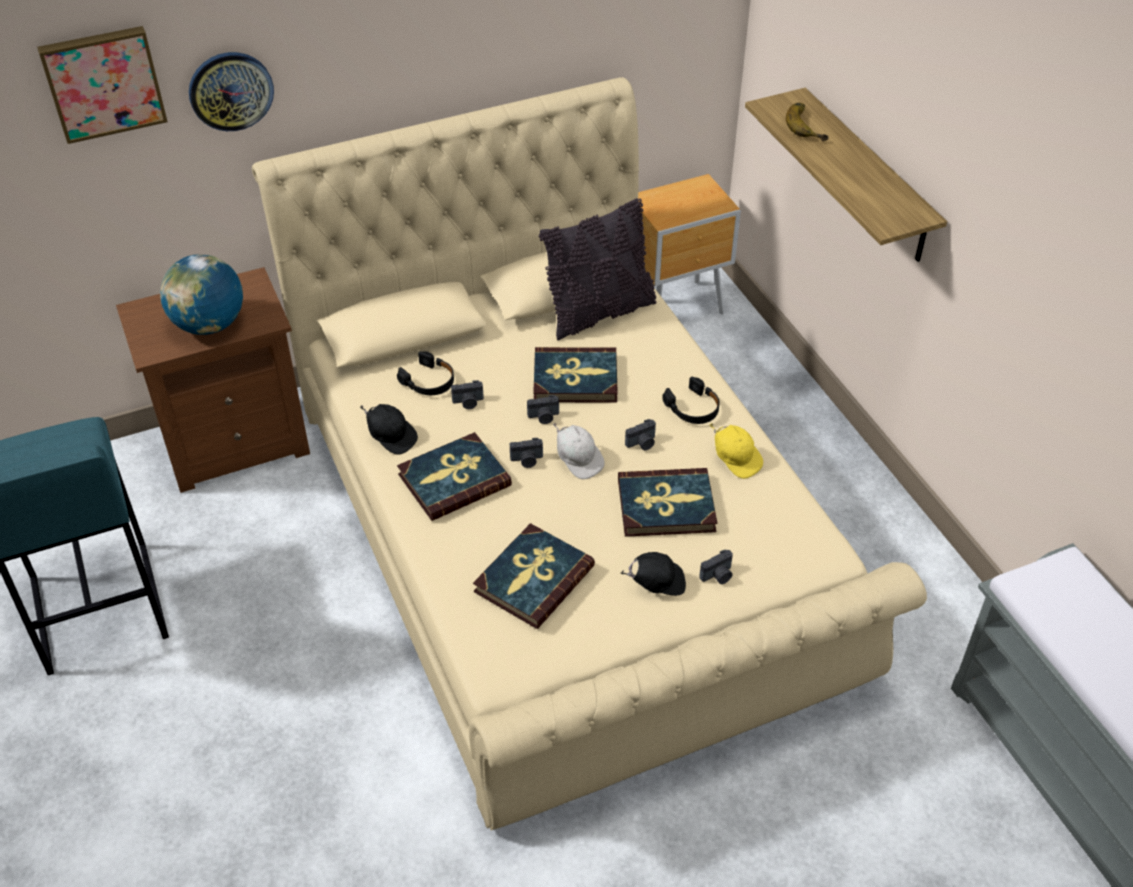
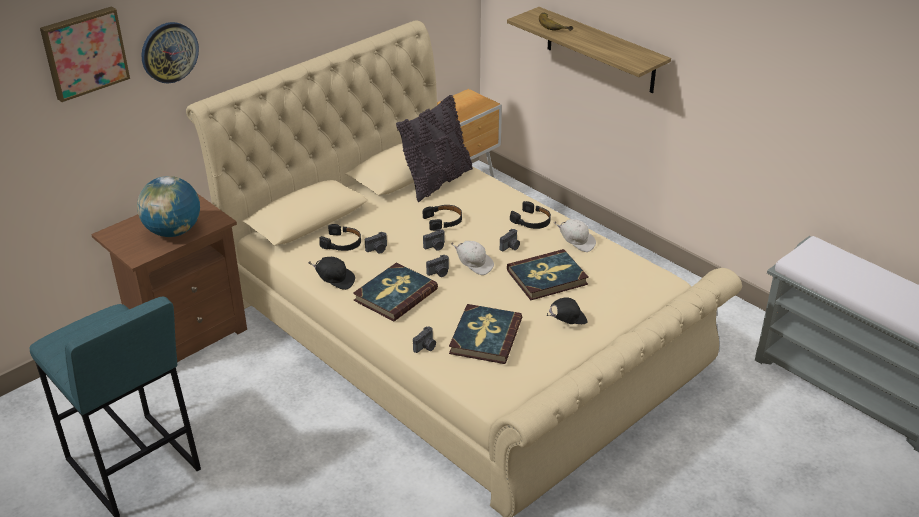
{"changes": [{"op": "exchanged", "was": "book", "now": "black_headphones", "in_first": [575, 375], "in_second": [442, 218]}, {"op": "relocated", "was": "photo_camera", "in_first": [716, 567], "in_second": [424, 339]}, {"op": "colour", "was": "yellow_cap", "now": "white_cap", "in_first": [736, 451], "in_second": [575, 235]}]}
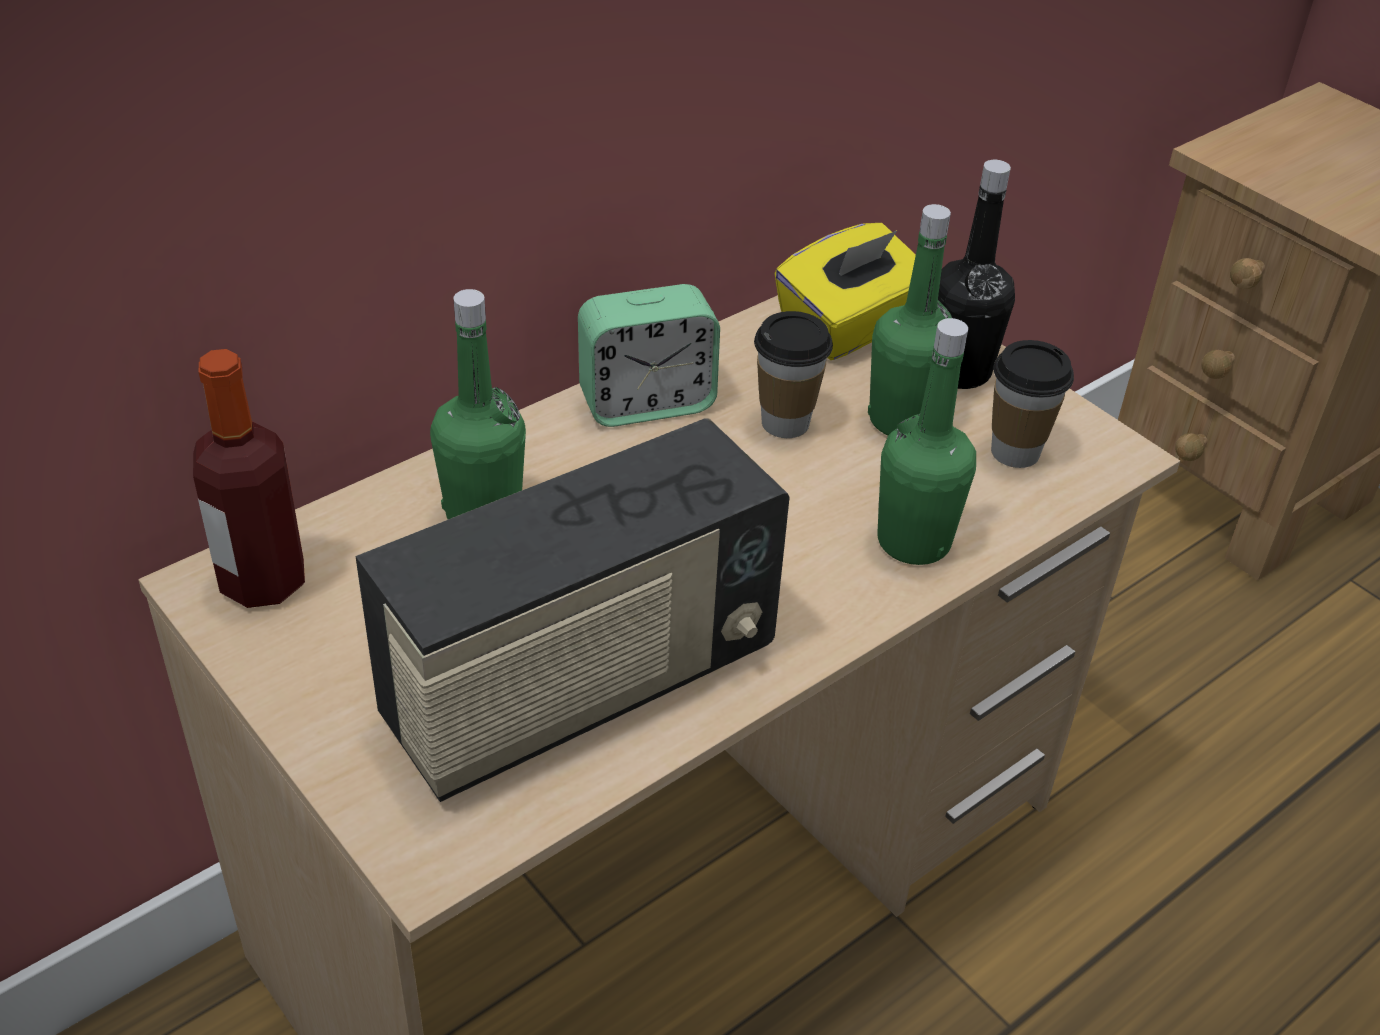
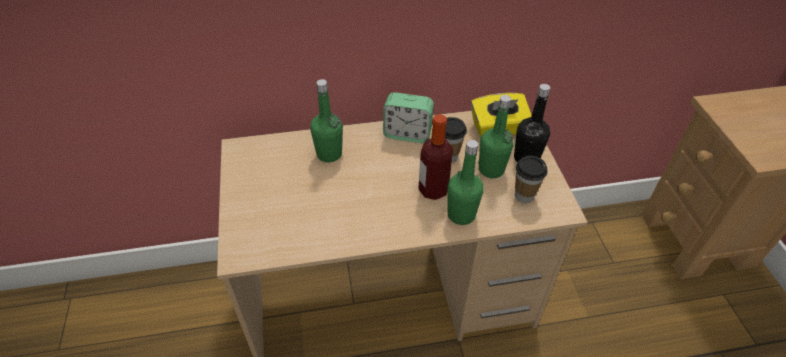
{"changes": [{"op": "relocated", "was": "bottle", "in_first": [249, 478], "in_second": [435, 157]}, {"op": "missing", "was": "radio", "in_first": [572, 610]}]}
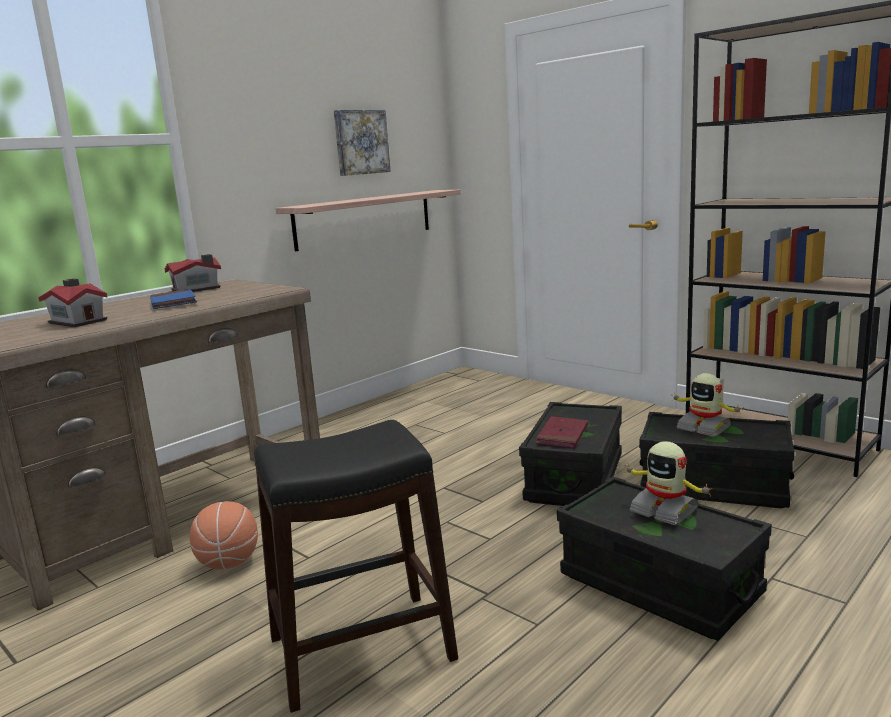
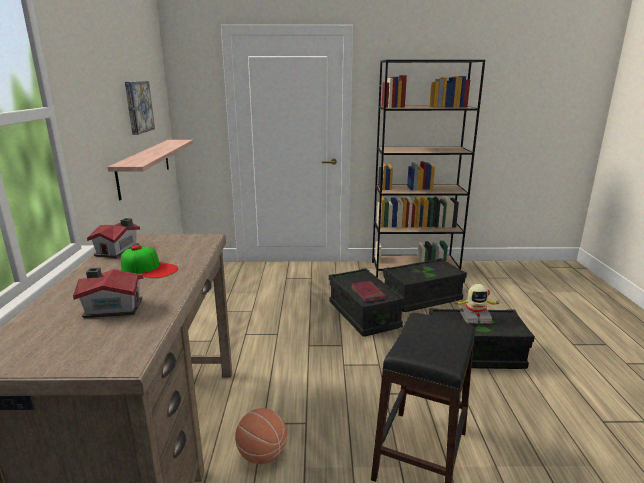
{"changes": [{"op": "exchanged", "was": "blue_book", "now": "cap", "in_first": [173, 299], "in_second": [149, 261]}, {"op": "missing", "was": "toy_robot", "in_first": [707, 404]}]}
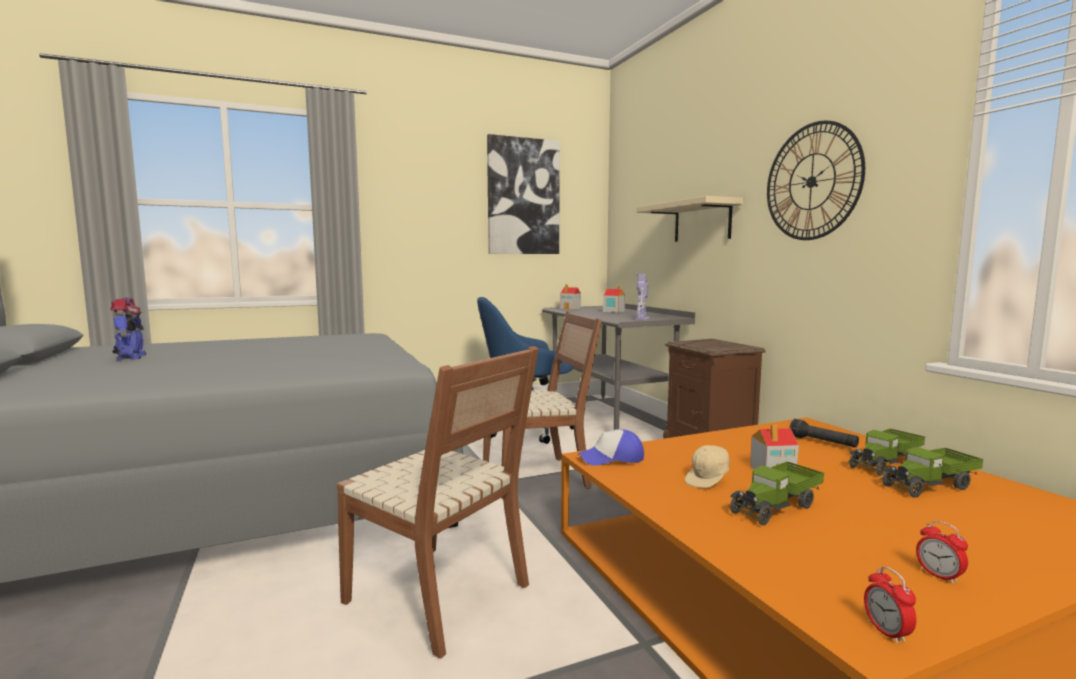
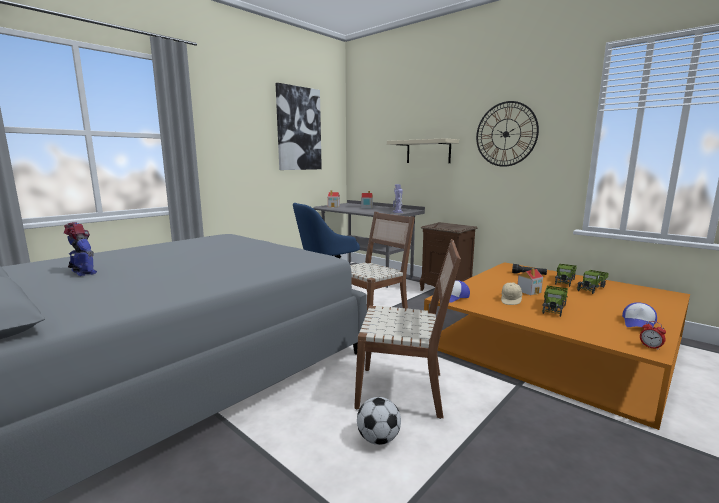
{"changes": [{"op": "exchanged", "was": "alarm_clock", "now": "cap", "in_first": [942, 552], "in_second": [639, 315]}, {"op": "appeared", "now": "football", "in_second": [379, 421]}]}
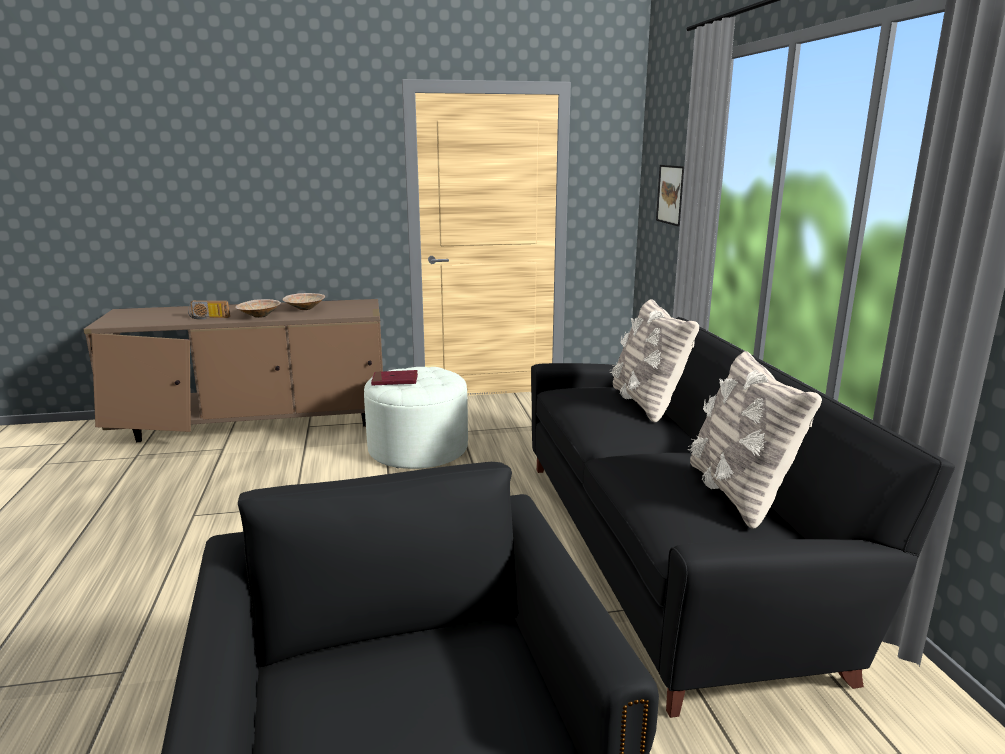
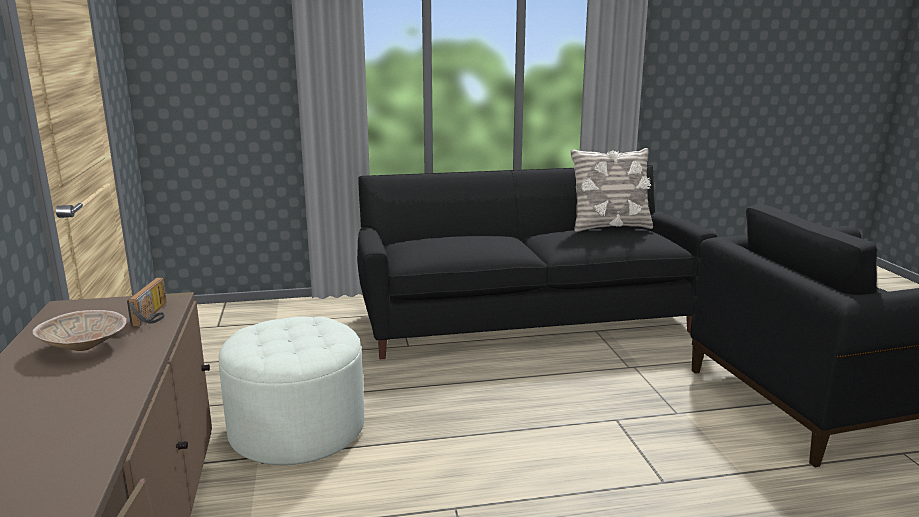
{"changes": [{"op": "relocated", "was": "radio", "in_first": [209, 310], "in_second": [147, 302]}, {"op": "missing", "was": "beige_bowl", "in_first": [258, 308]}, {"op": "missing", "was": "red_book", "in_first": [394, 378]}, {"op": "missing", "was": "beige_pillow", "in_first": [654, 360]}, {"op": "missing", "was": "picture", "in_first": [670, 196]}]}
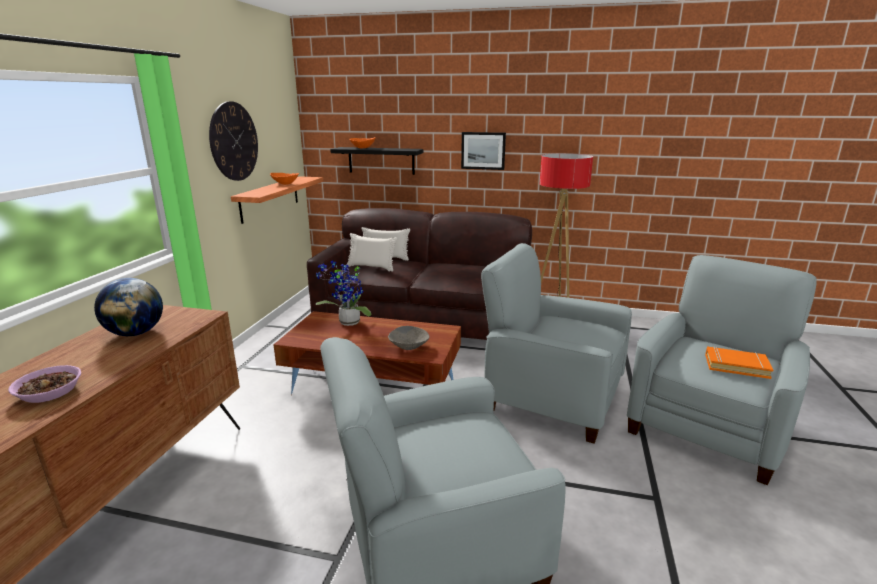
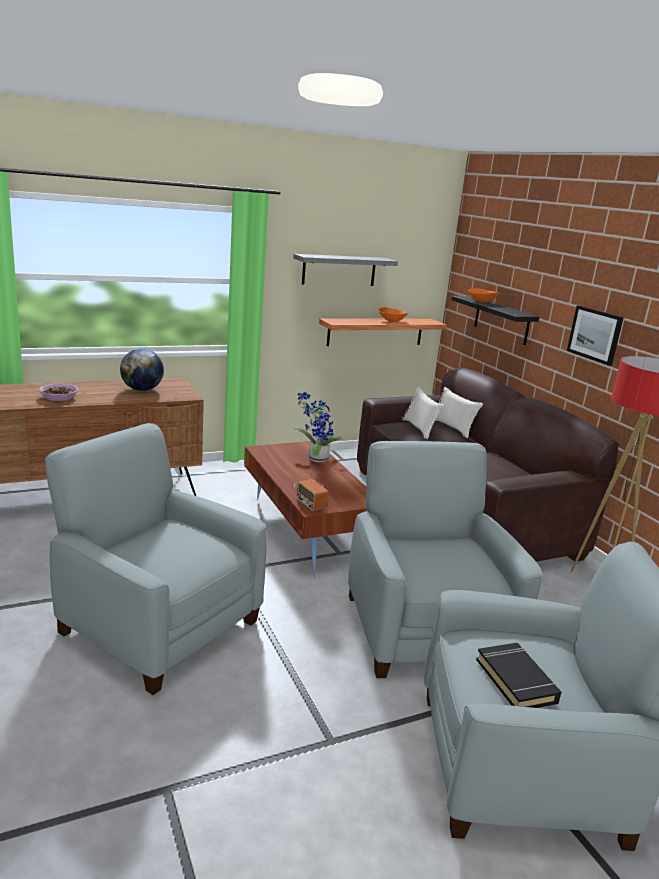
{"changes": [{"op": "exchanged", "was": "wall_clock", "now": "grey_shelf", "in_first": [233, 141], "in_second": [345, 270]}, {"op": "exchanged", "was": "grey_bowl", "now": "radio", "in_first": [409, 338], "in_second": [311, 495]}, {"op": "colour", "was": "orange_book", "now": "black_book", "in_first": [739, 362], "in_second": [518, 675]}]}
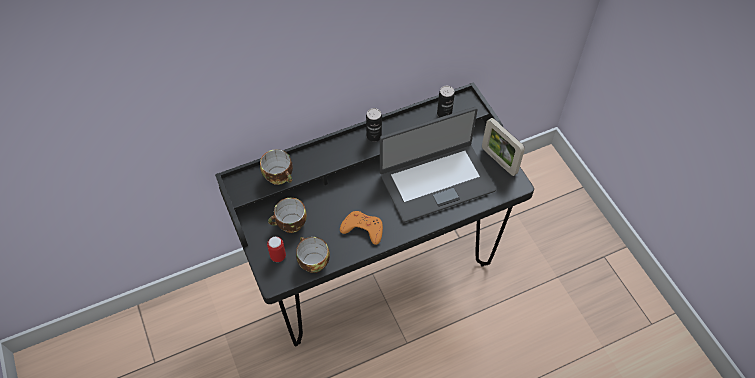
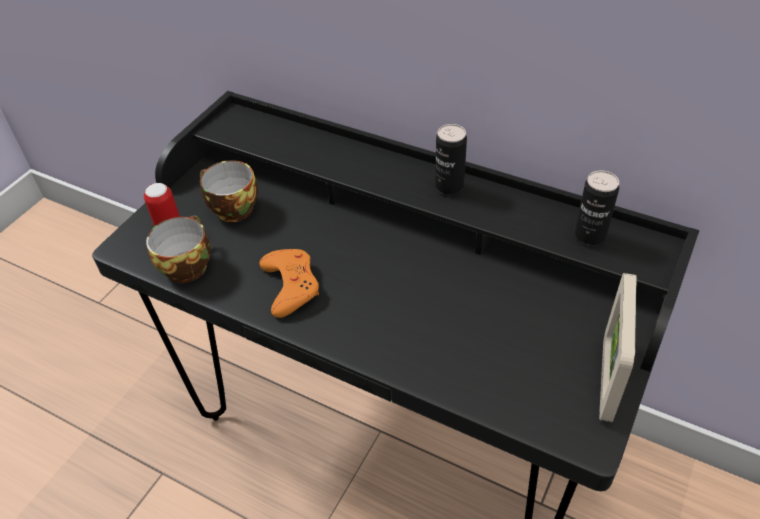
{"changes": [{"op": "missing", "was": "cup", "in_first": [276, 167]}, {"op": "missing", "was": "laptop", "in_first": [438, 165]}]}
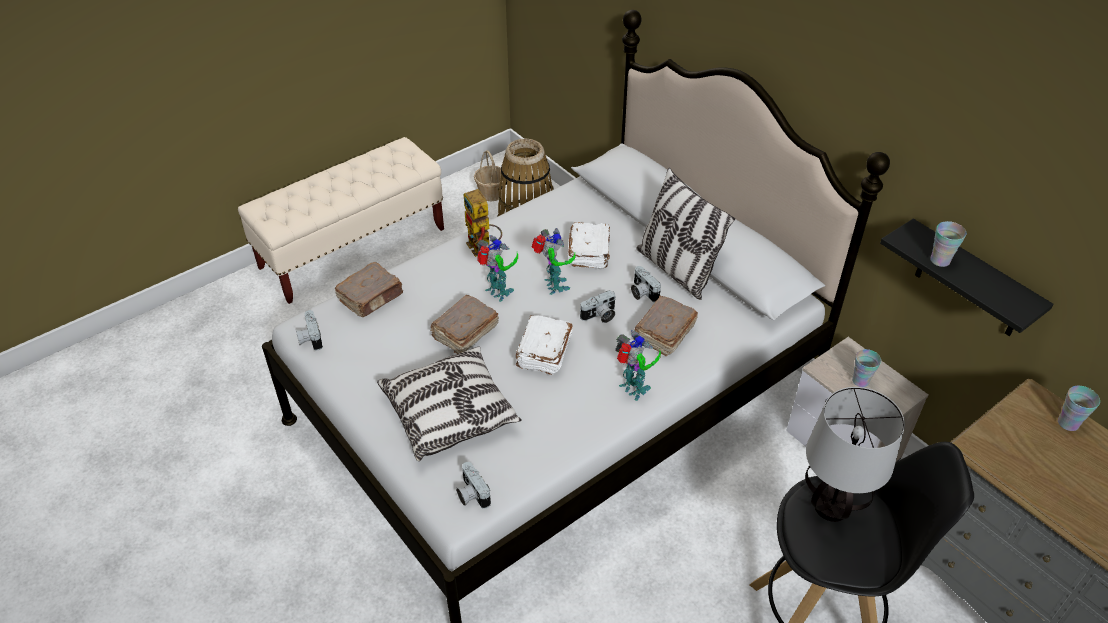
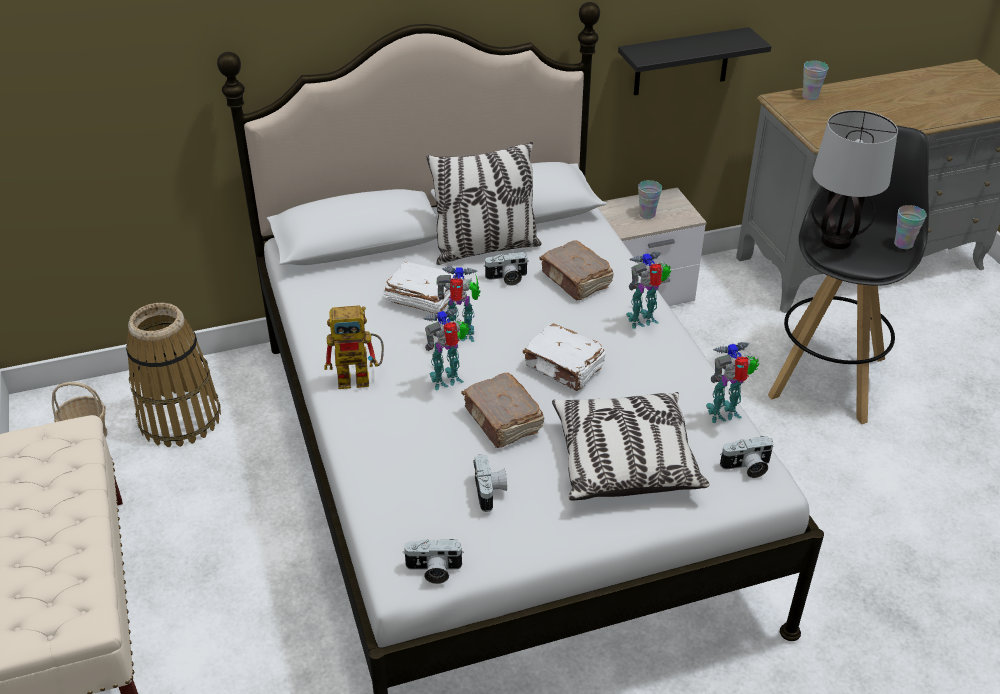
{"changes": [{"op": "missing", "was": "brown_book", "in_first": [369, 289]}, {"op": "relocated", "was": "photo_camera", "in_first": [597, 306], "in_second": [490, 483]}, {"op": "relocated", "was": "cup", "in_first": [948, 244], "in_second": [910, 227]}, {"op": "appeared", "now": "toy_robot", "in_second": [733, 382]}]}
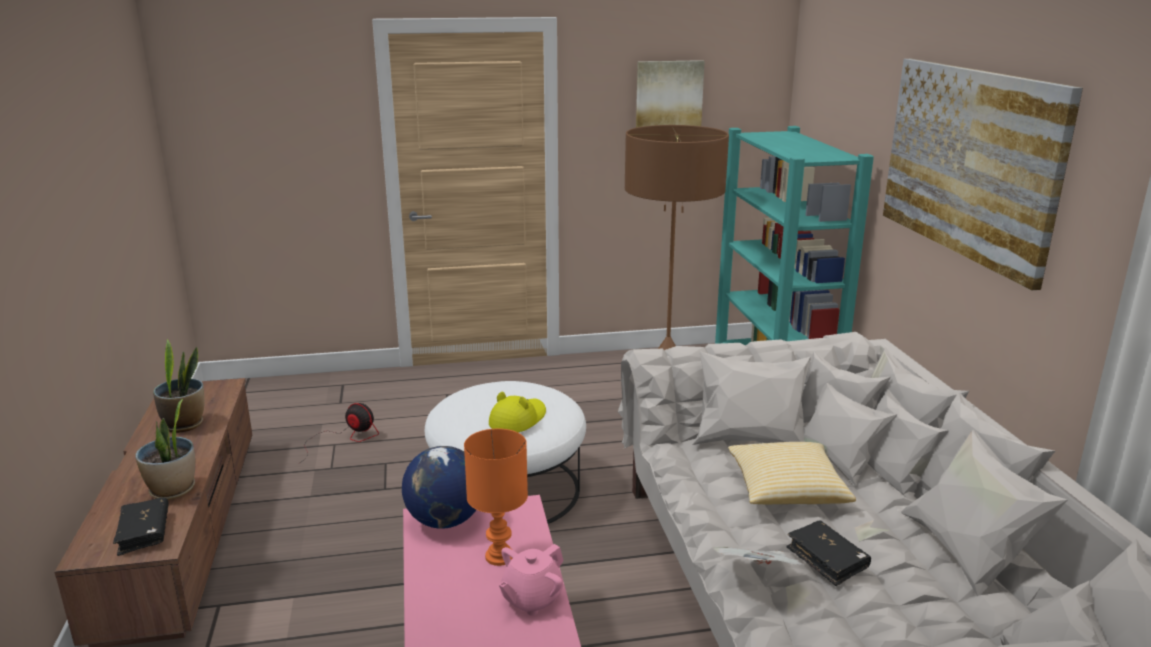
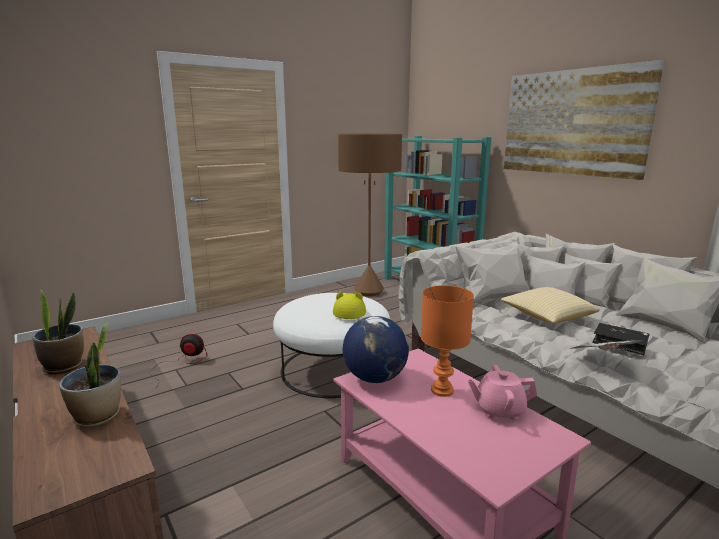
{"changes": [{"op": "missing", "was": "black_book", "in_first": [141, 527]}, {"op": "spun", "was": "pink_teapot", "in_first": [531, 580], "in_second": [502, 392], "clockwise": 75}, {"op": "missing", "was": "picture", "in_first": [670, 94]}]}
